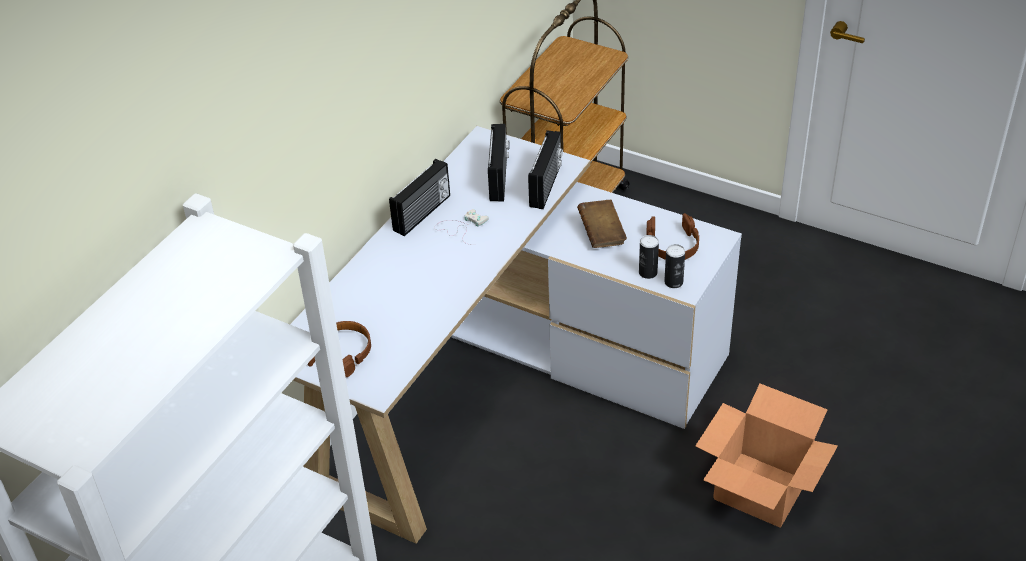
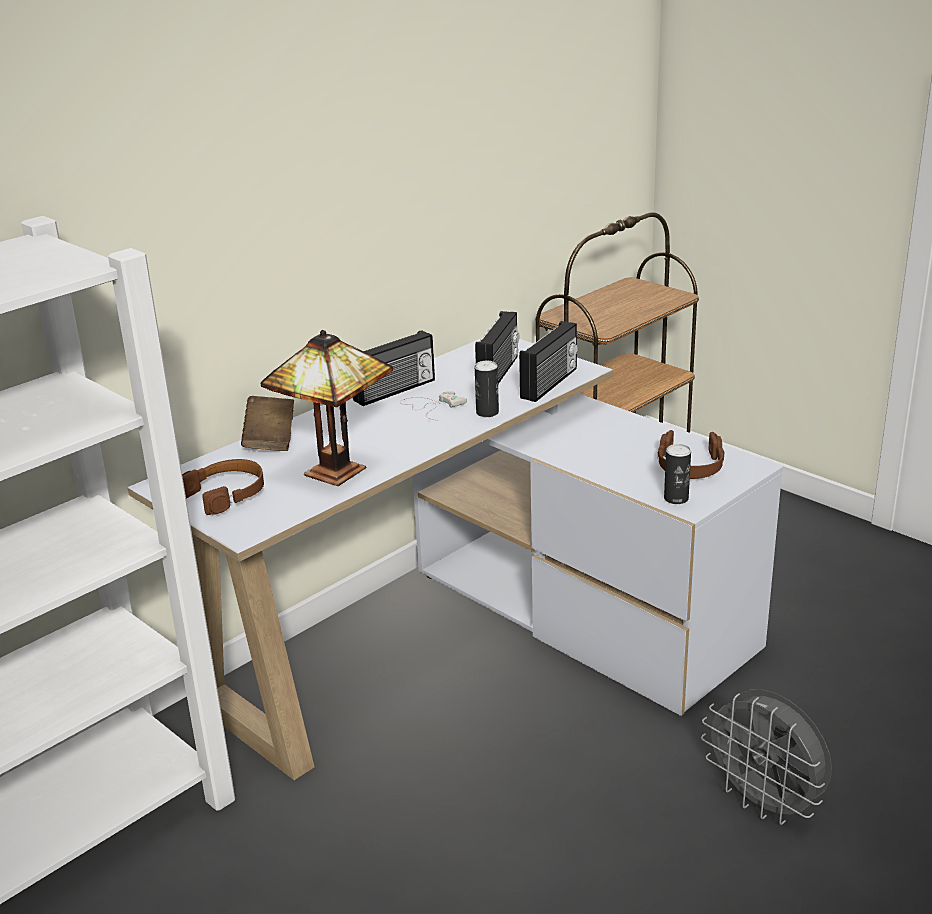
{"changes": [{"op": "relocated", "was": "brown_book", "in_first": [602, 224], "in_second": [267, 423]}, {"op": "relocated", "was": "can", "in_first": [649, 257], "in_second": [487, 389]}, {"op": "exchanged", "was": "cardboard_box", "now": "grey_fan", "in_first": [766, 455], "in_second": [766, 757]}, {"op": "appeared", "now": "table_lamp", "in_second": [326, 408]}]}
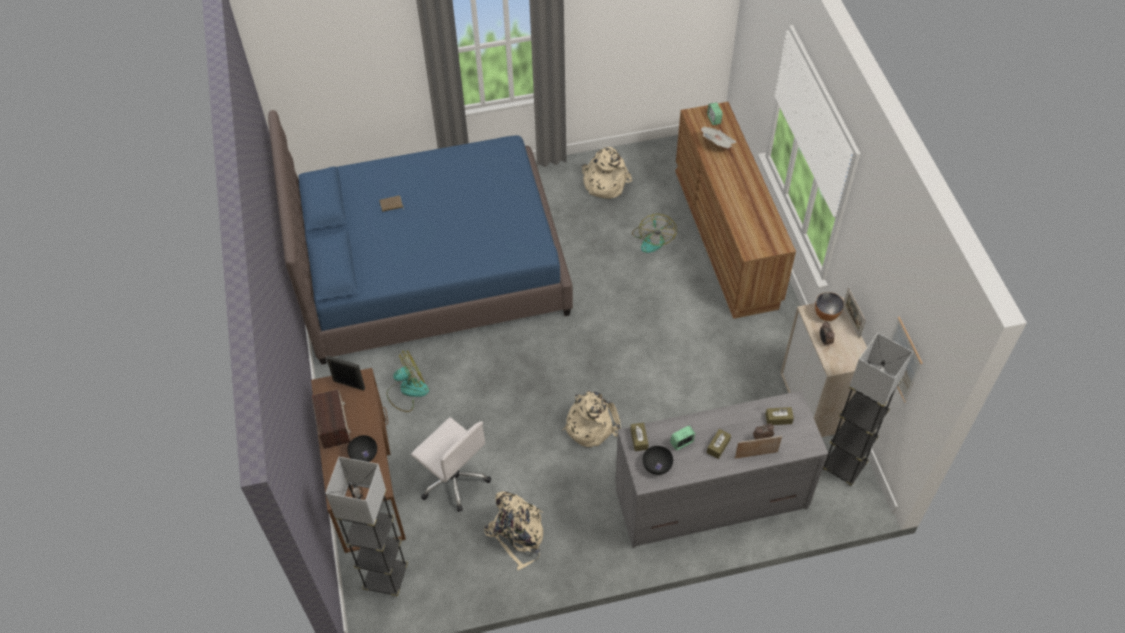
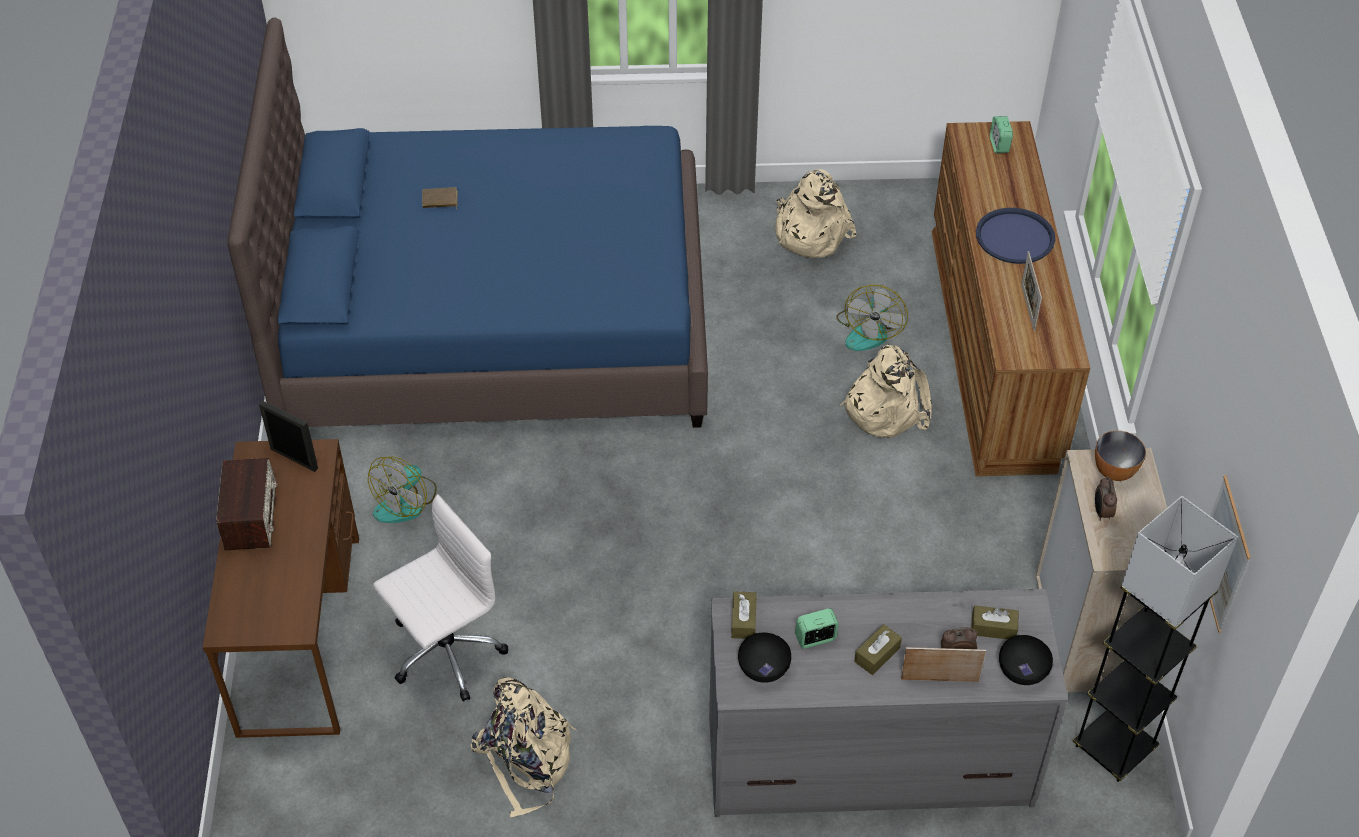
{"changes": [{"op": "missing", "was": "grey_floor_lamp", "in_first": [366, 526]}, {"op": "relocated", "was": "black_bowl", "in_first": [362, 448], "in_second": [1026, 660]}, {"op": "spun", "was": "fan", "in_first": [407, 381], "in_second": [402, 490], "clockwise": 135}, {"op": "spun", "was": "white_office_chair", "in_first": [451, 464], "in_second": [440, 598], "clockwise": -90}, {"op": "relocated", "was": "beige_backpack", "in_first": [591, 419], "in_second": [886, 391]}, {"op": "missing", "was": "newspaper", "in_first": [718, 138]}, {"op": "relocated", "was": "picture_frame", "in_first": [855, 313], "in_second": [1031, 291]}, {"op": "appeared", "now": "blue_tray", "in_second": [1015, 236]}]}
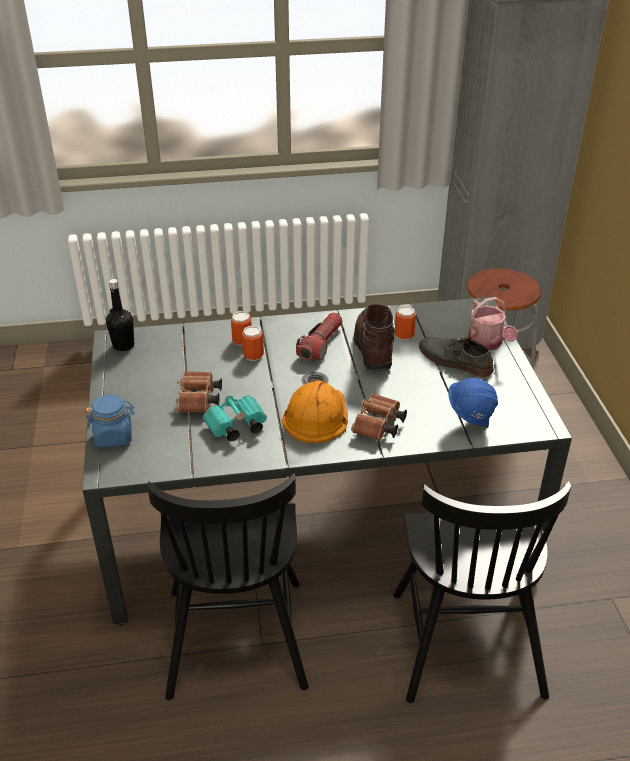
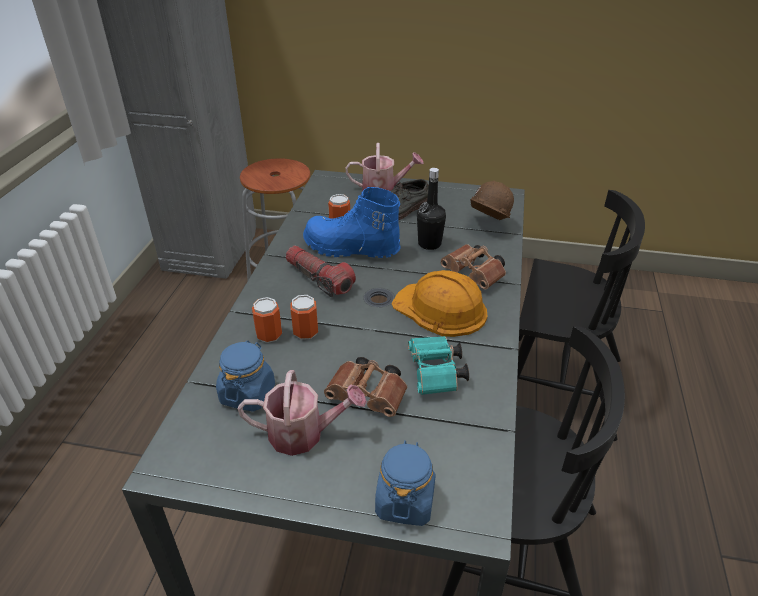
{"changes": [{"op": "relocated", "was": "black_bottle", "in_first": [120, 315], "in_second": [431, 209]}, {"op": "colour", "was": "brown_boot", "now": "blue_boot", "in_first": [374, 338], "in_second": [352, 222]}, {"op": "colour", "was": "blue_hard_hat", "now": "brown_hard_hat", "in_first": [473, 403], "in_second": [492, 200]}, {"op": "appeared", "now": "blue_jar", "in_second": [245, 376]}, {"op": "appeared", "now": "watering_can", "in_second": [302, 413]}]}
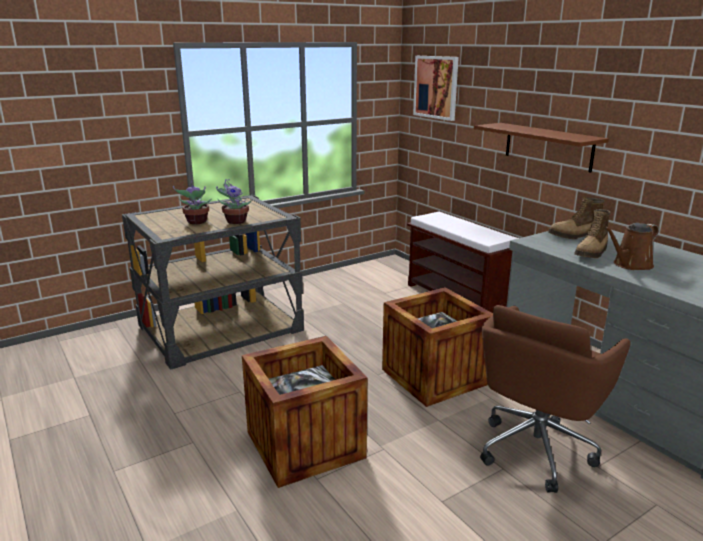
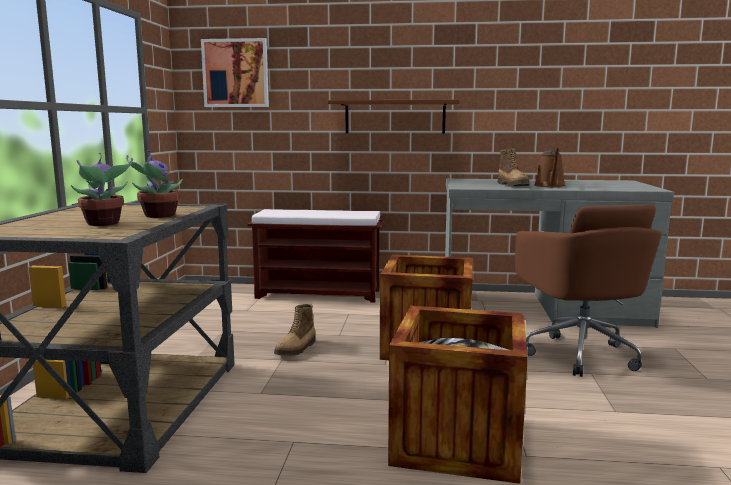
{"changes": [{"op": "relocated", "was": "boot", "in_first": [576, 218], "in_second": [295, 330]}]}
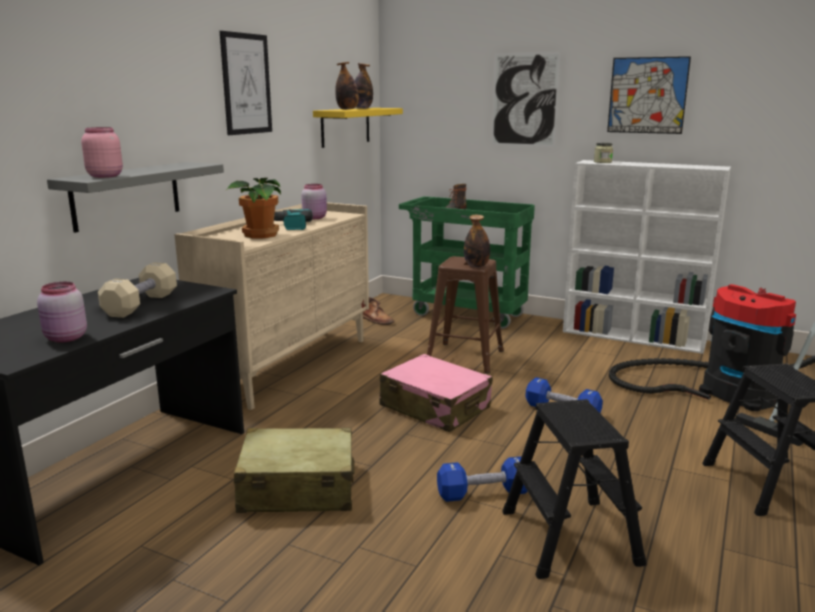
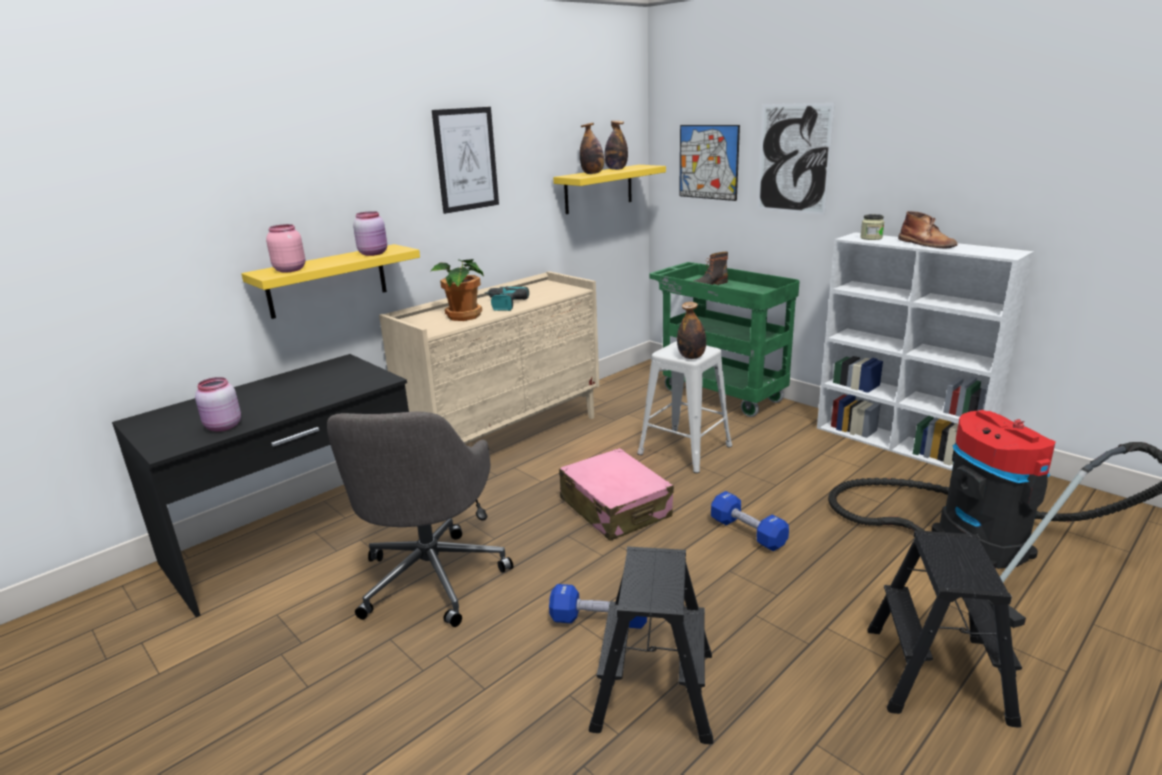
{"changes": [{"op": "colour", "was": "grey_shelf", "now": "yellow_shelf", "in_first": [135, 197], "in_second": [330, 281]}, {"op": "missing", "was": "beige_dumbbell", "in_first": [137, 290]}, {"op": "exchanged", "was": "beige_suitcase", "now": "grey_office_chair", "in_first": [294, 470], "in_second": [420, 519]}, {"op": "relocated", "was": "pink_jar", "in_first": [314, 201], "in_second": [370, 233]}, {"op": "relocated", "was": "brown_boot", "in_first": [378, 311], "in_second": [928, 229]}, {"op": "colour", "was": "brown_stool", "now": "white_stool", "in_first": [465, 314], "in_second": [684, 407]}, {"op": "relocated", "was": "picture", "in_first": [649, 95], "in_second": [709, 163]}]}
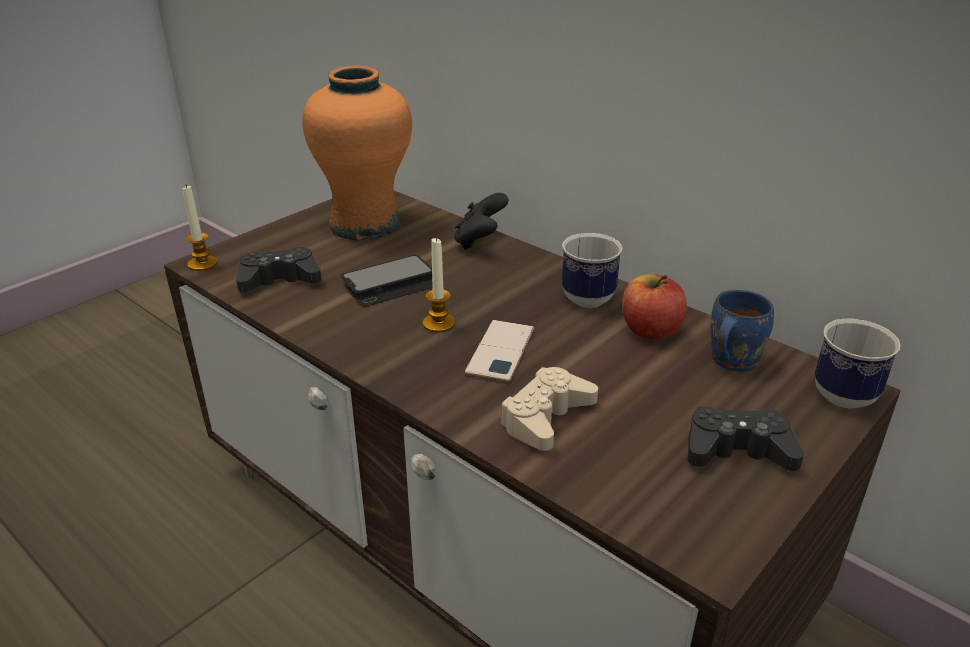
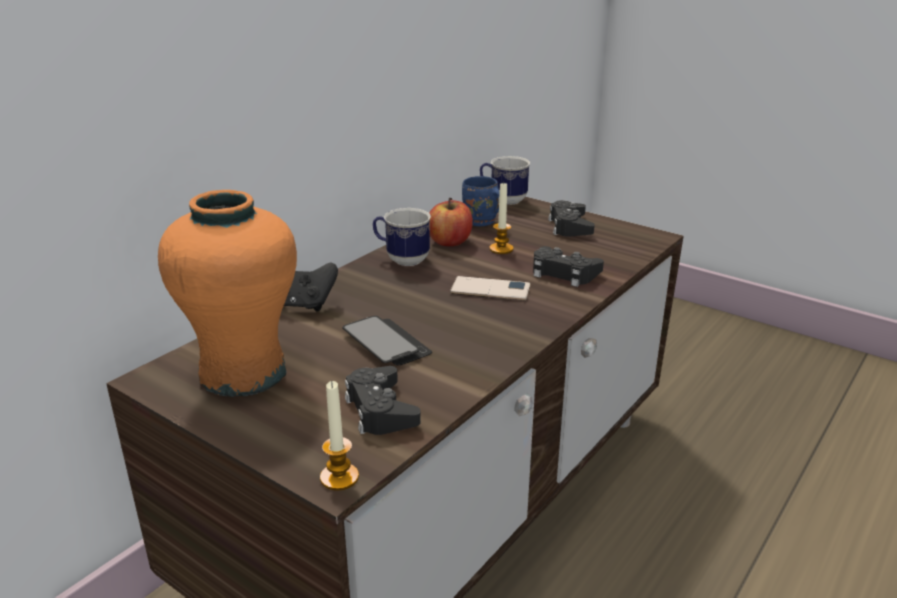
{"changes": [{"op": "relocated", "was": "candle", "in_first": [439, 285], "in_second": [502, 217]}, {"op": "colour", "was": "beige_game_controller", "now": "black_game_controller", "in_first": [549, 409], "in_second": [568, 266]}]}
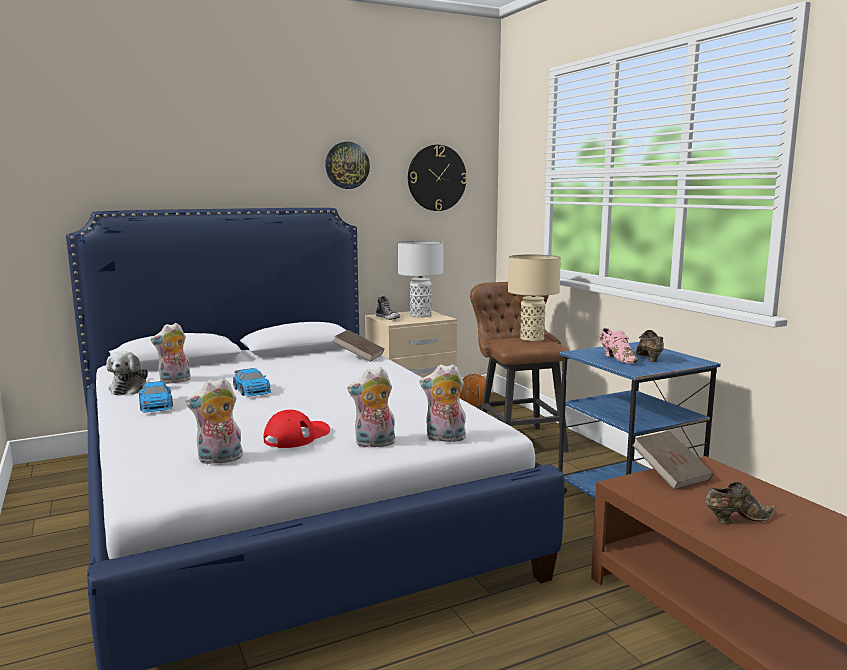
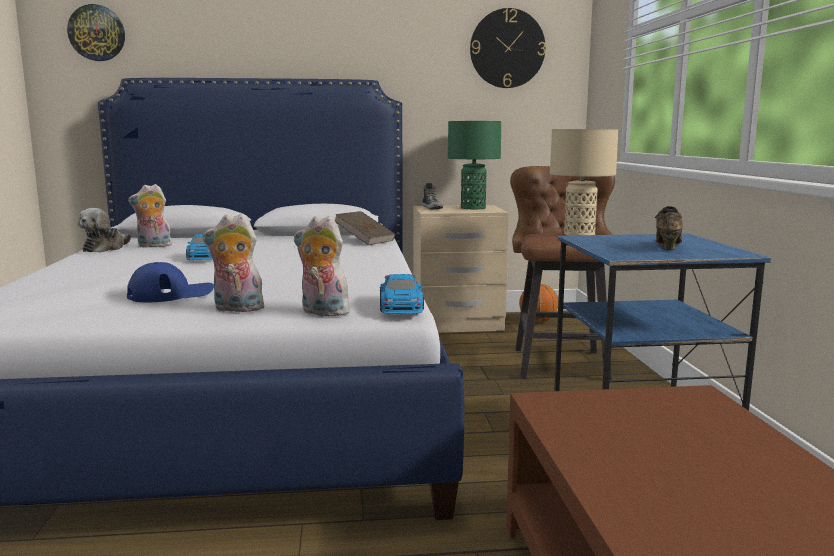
{"changes": [{"op": "relocated", "was": "toy_car", "in_first": [156, 396], "in_second": [402, 294]}, {"op": "missing", "was": "plush_toy", "in_first": [214, 421]}, {"op": "colour", "was": "red_cap", "now": "blue_cap", "in_first": [297, 429], "in_second": [170, 282]}, {"op": "relocated", "was": "wall_clock", "in_first": [347, 165], "in_second": [96, 32]}, {"op": "colour", "was": "white_table_lamp", "now": "green_table_lamp", "in_first": [420, 279], "in_second": [474, 165]}, {"op": "missing", "was": "pink_shoe", "in_first": [619, 346]}, {"op": "missing", "was": "brown_book", "in_first": [672, 460]}, {"op": "missing", "was": "brown_shoe", "in_first": [740, 503]}]}
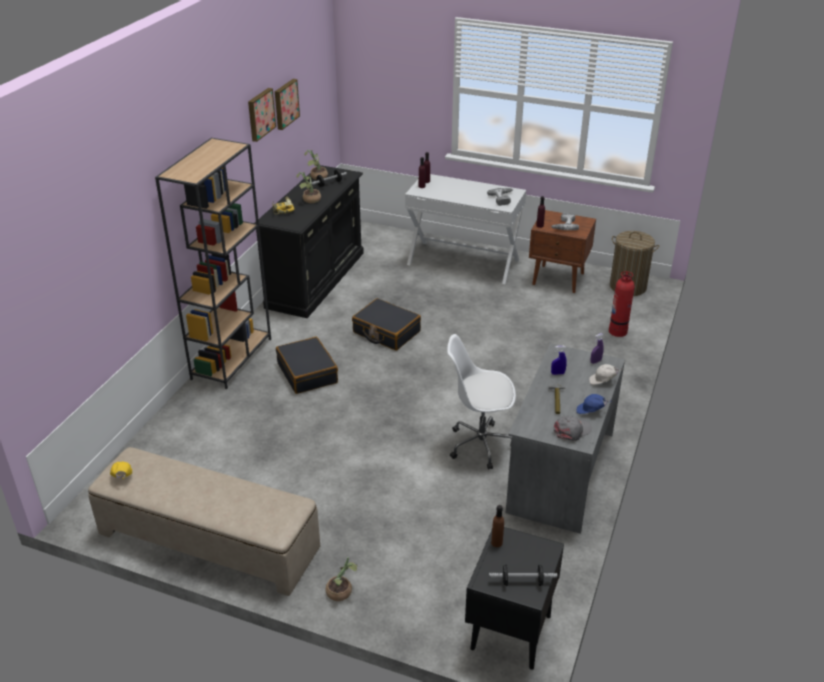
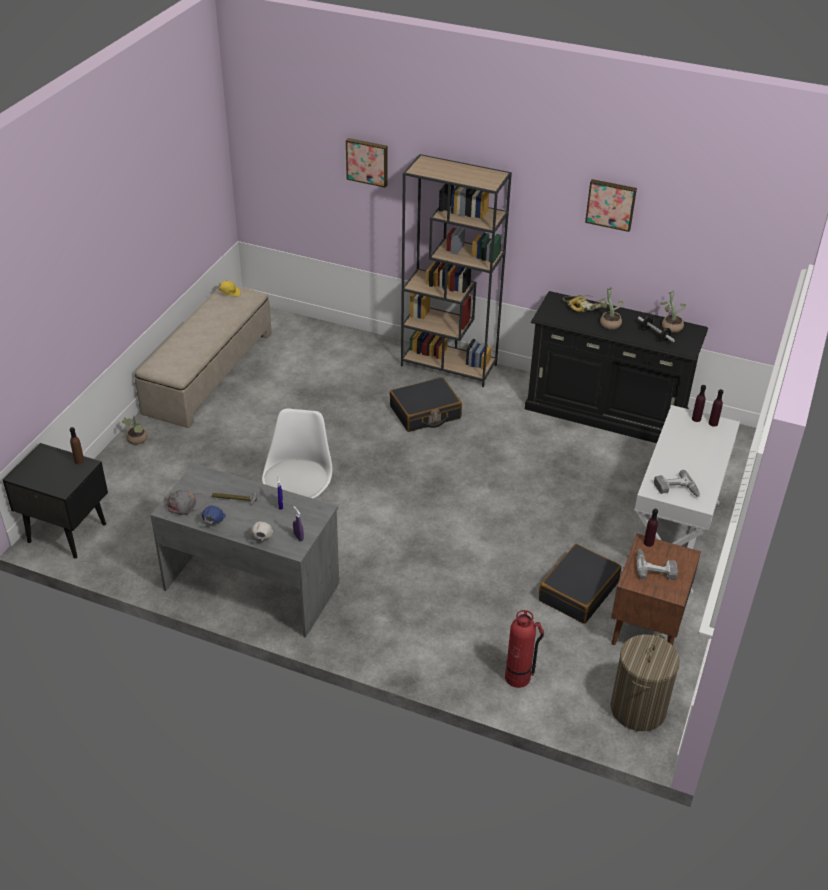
{"changes": [{"op": "relocated", "was": "picture", "in_first": [287, 104], "in_second": [367, 163]}, {"op": "relocated", "was": "black_suitcase", "in_first": [386, 324], "in_second": [579, 584]}, {"op": "missing", "was": "dumbbell", "in_first": [523, 575]}, {"op": "spun", "was": "grey_cap", "in_first": [573, 428], "in_second": [186, 502], "clockwise": -90}]}
